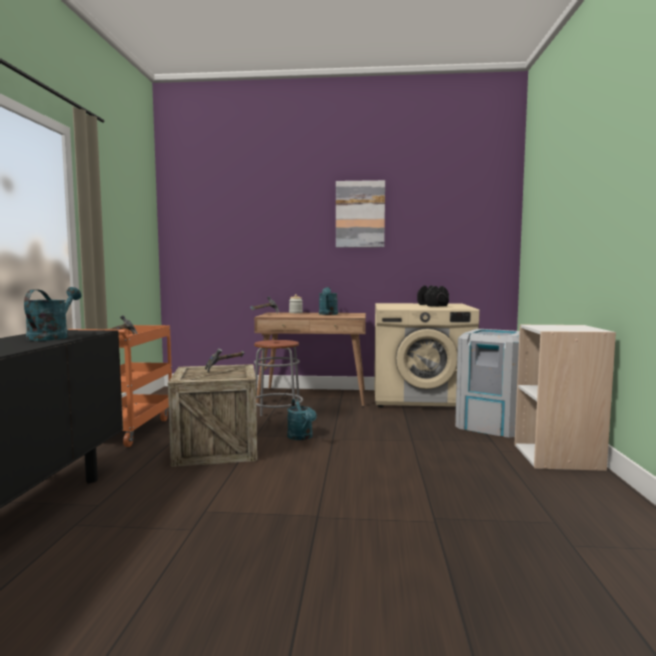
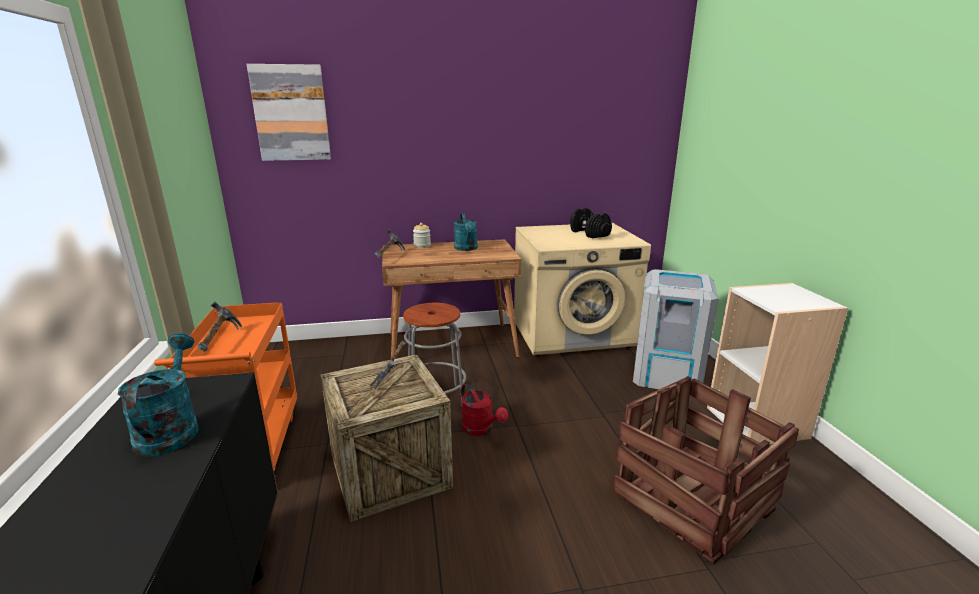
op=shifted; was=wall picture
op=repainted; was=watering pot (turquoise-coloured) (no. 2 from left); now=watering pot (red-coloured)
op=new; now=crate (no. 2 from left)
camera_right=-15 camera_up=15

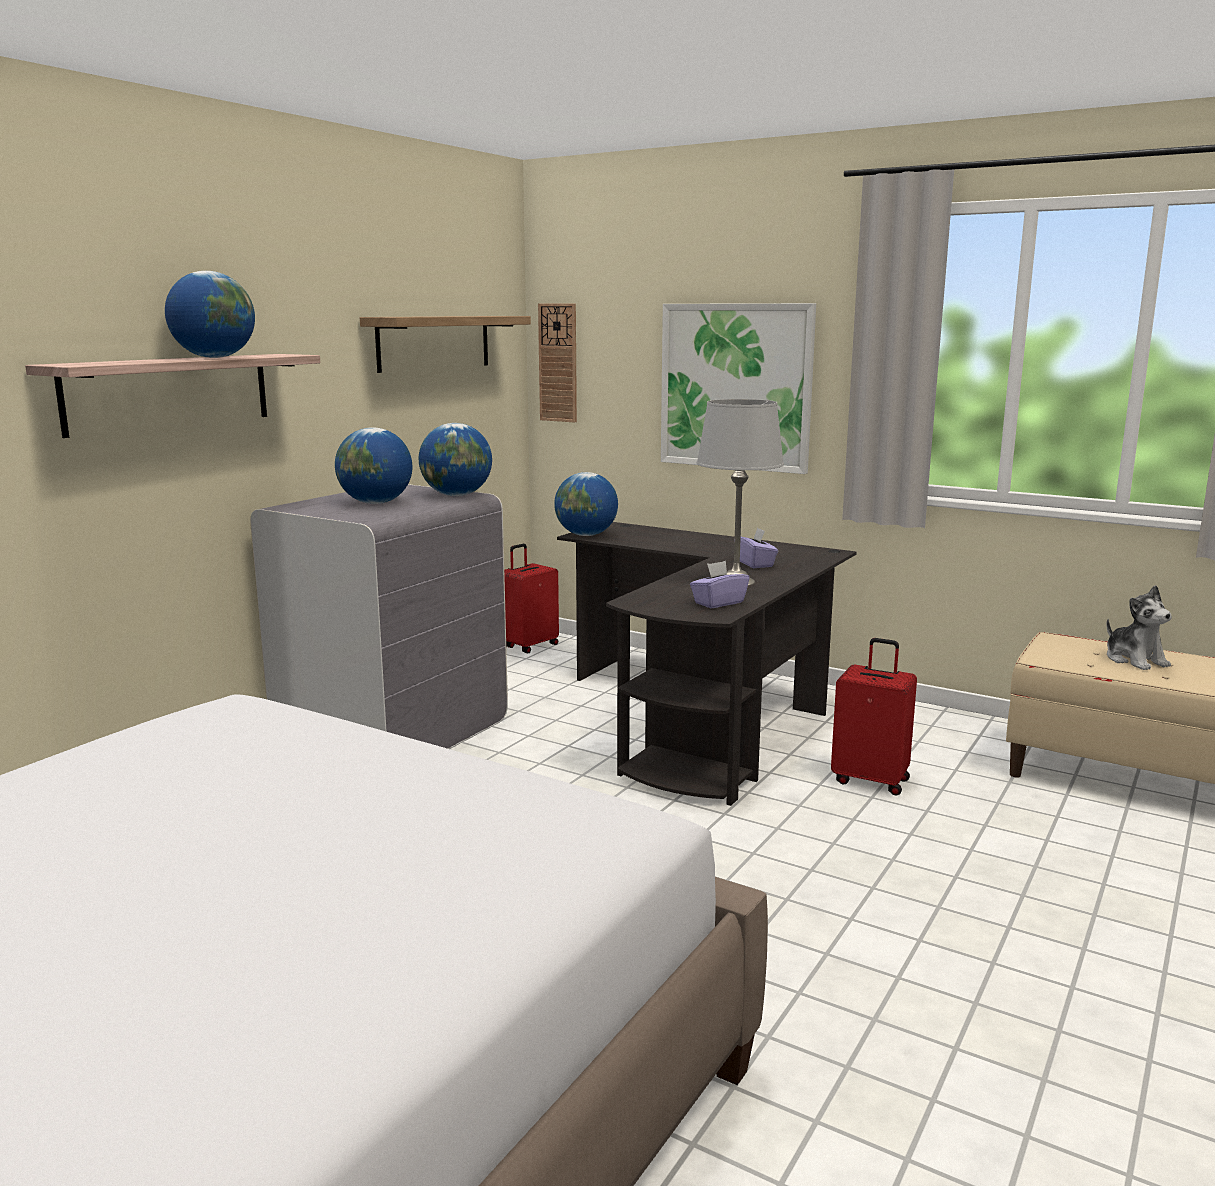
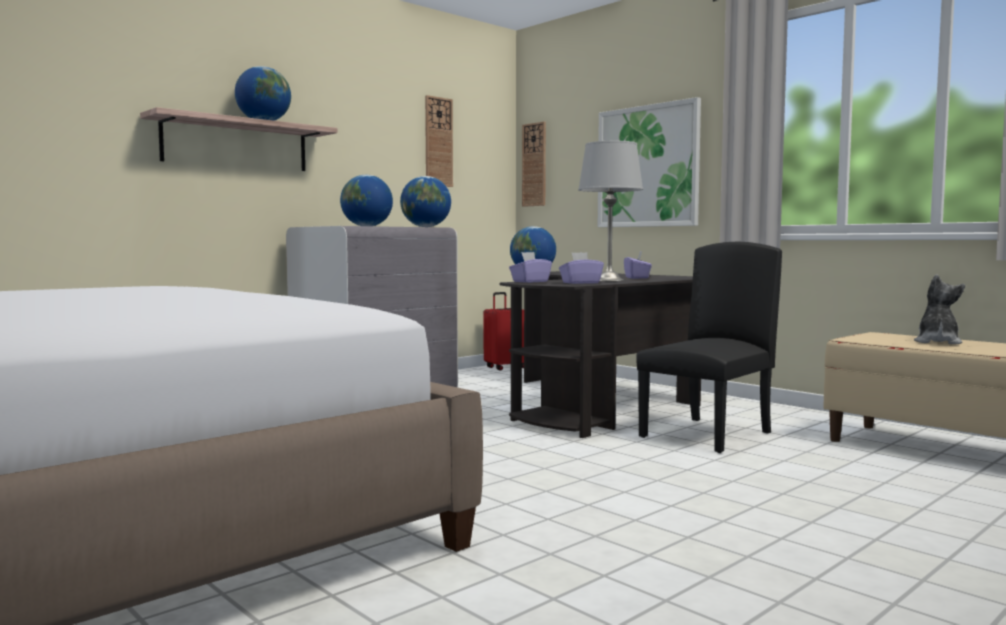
op=swapped; was=wall shelf (no. 2 from left); now=clock on the wall (no. 1 from left)
op=new; now=box of tissues (purplish) (no. 1 from left)
op=swapped; was=piece of luggage (red-coloured) (no. 2 from left); now=plain chair (black-coloured)
op=rotated; was=cuddly toy; clockwise=-150
camera_right=15 camera_up=-10

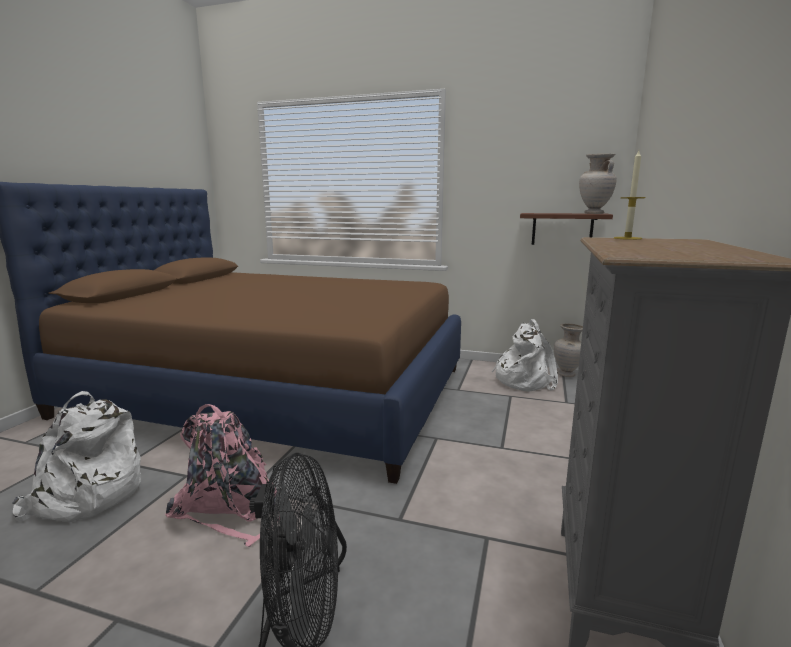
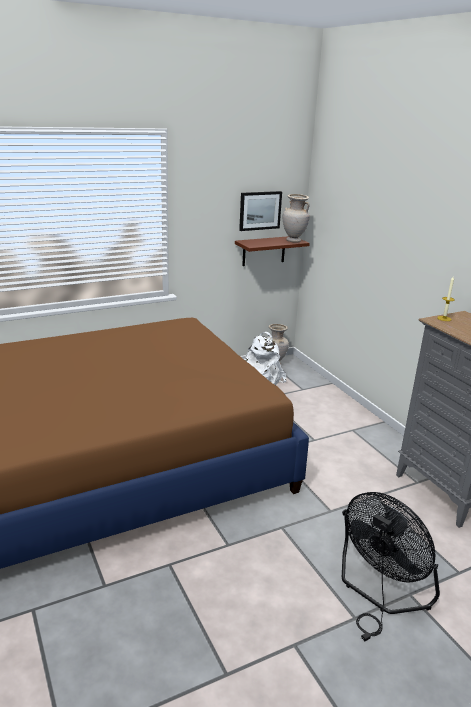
op=new; now=wall picture
op=gone; was=knapsack (whitish) (no. 1 from left)
op=gone; was=knapsack (pink-coloured)
camera_right=-45 camera_up=10

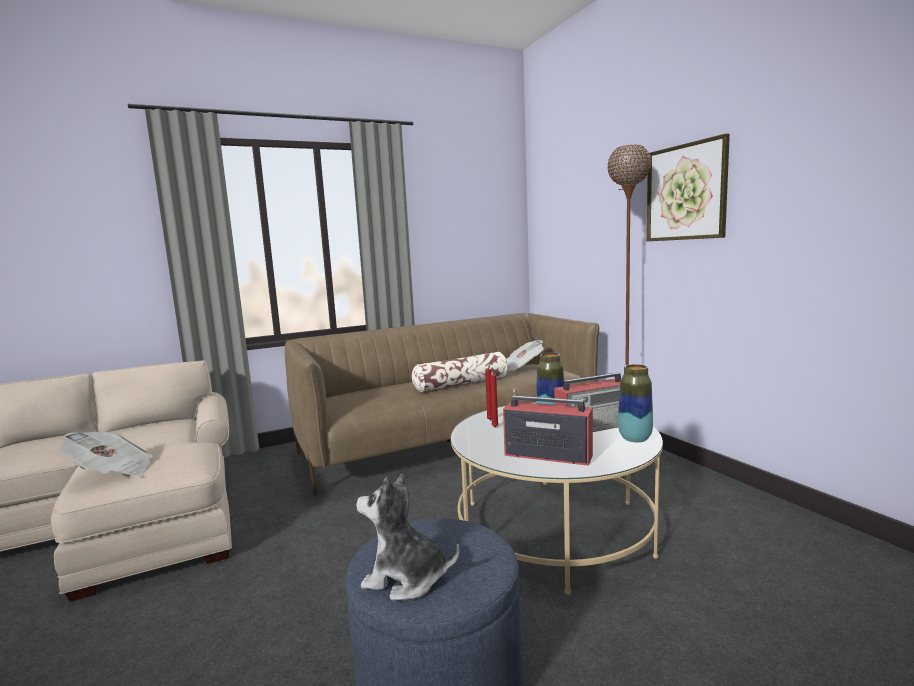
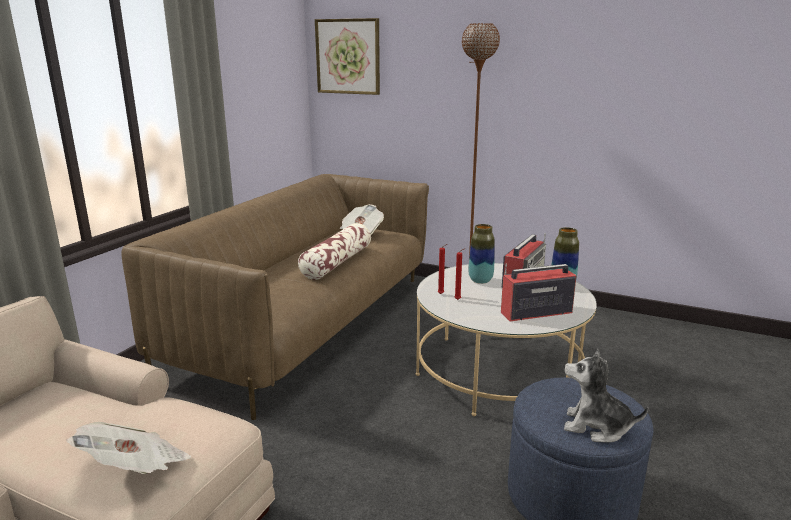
op=shifted; was=wall picture
op=rotated; was=cuddly toy; clockwise=45
camera_right=-40 camera_up=10

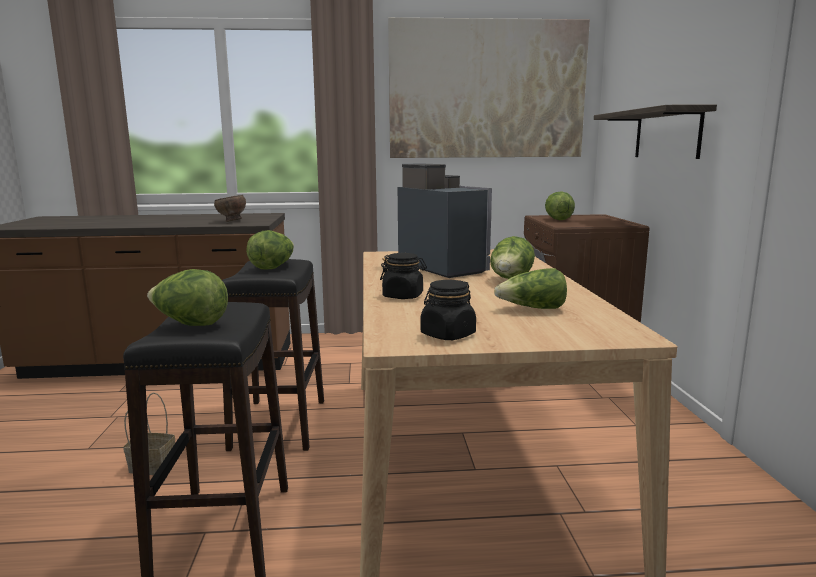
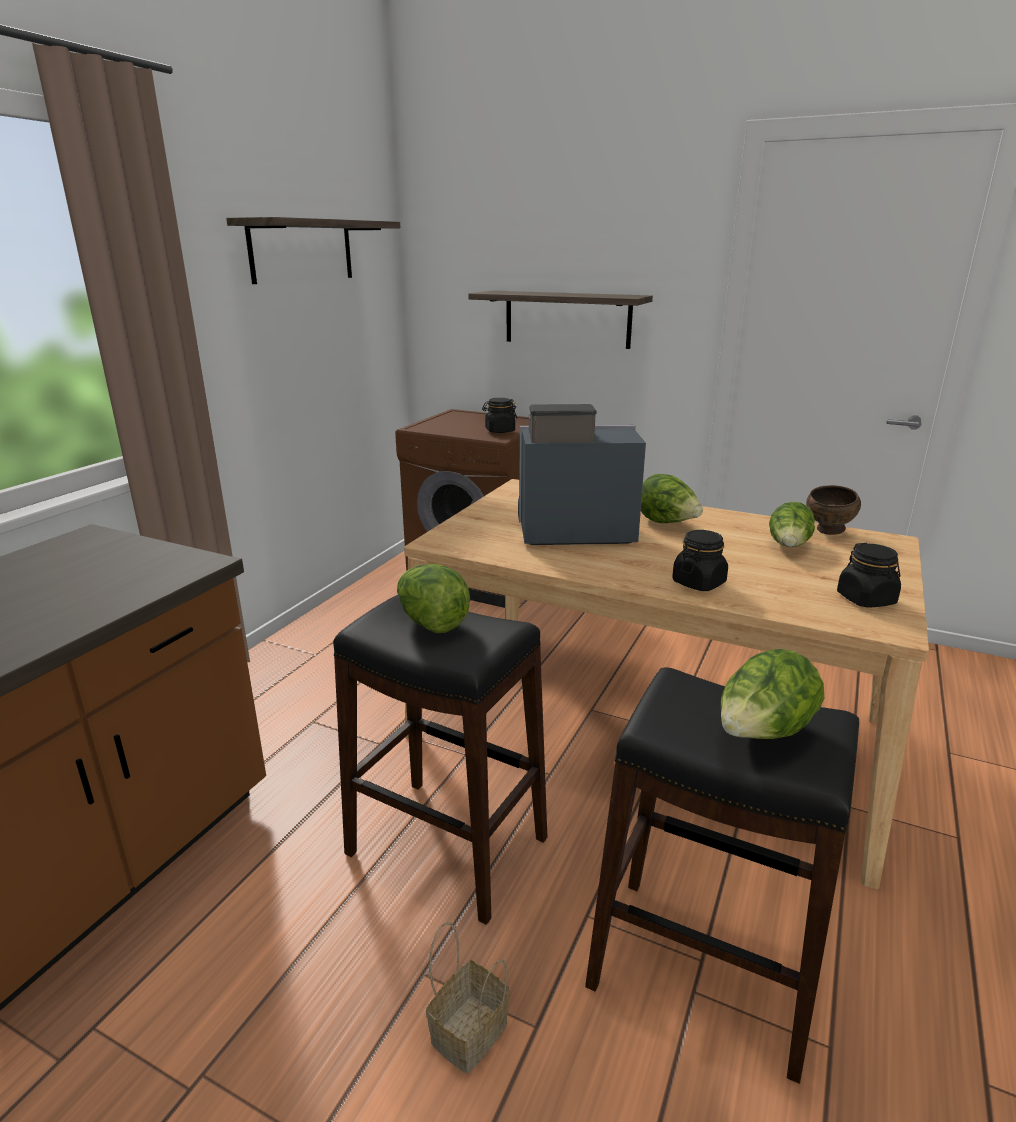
op=swapped; was=wall picture; now=wall shelf (no. 1 from left)
op=new; now=preserve jar (black-coloured) (no. 1 from left)
op=shifted; was=bowl (brownish)
op=gone; was=lettuce (no. 5 from left)
camera_right=-60 camera_up=10

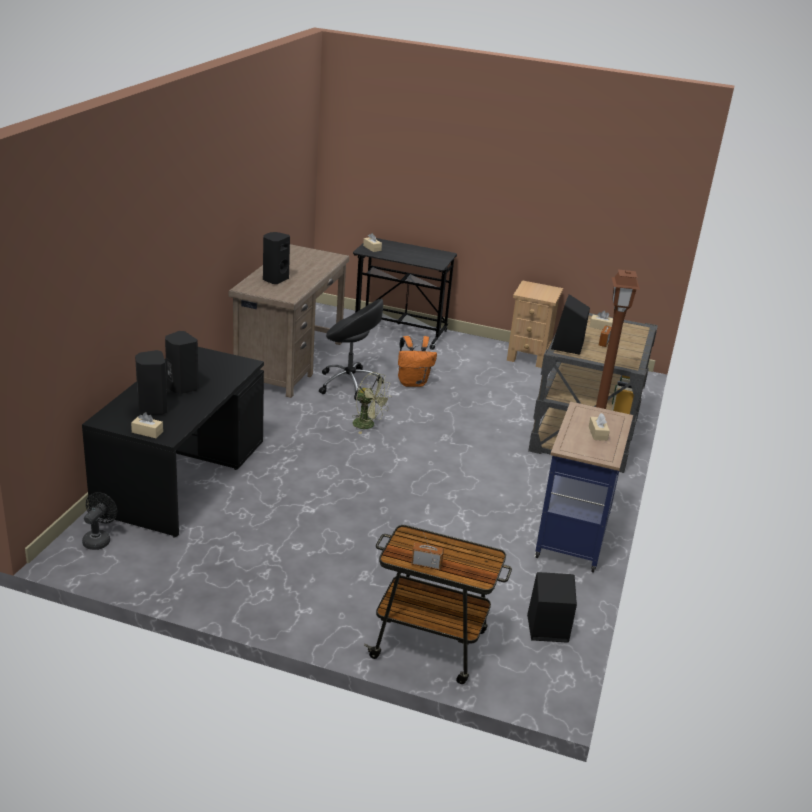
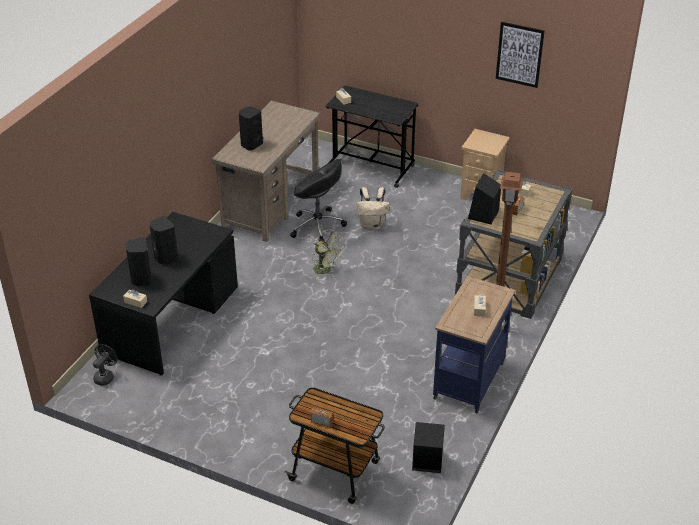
op=repainted; was=knapsack (orange-coloured); now=knapsack (beige)
op=new; now=wall picture
camera_right=10 camera_up=10

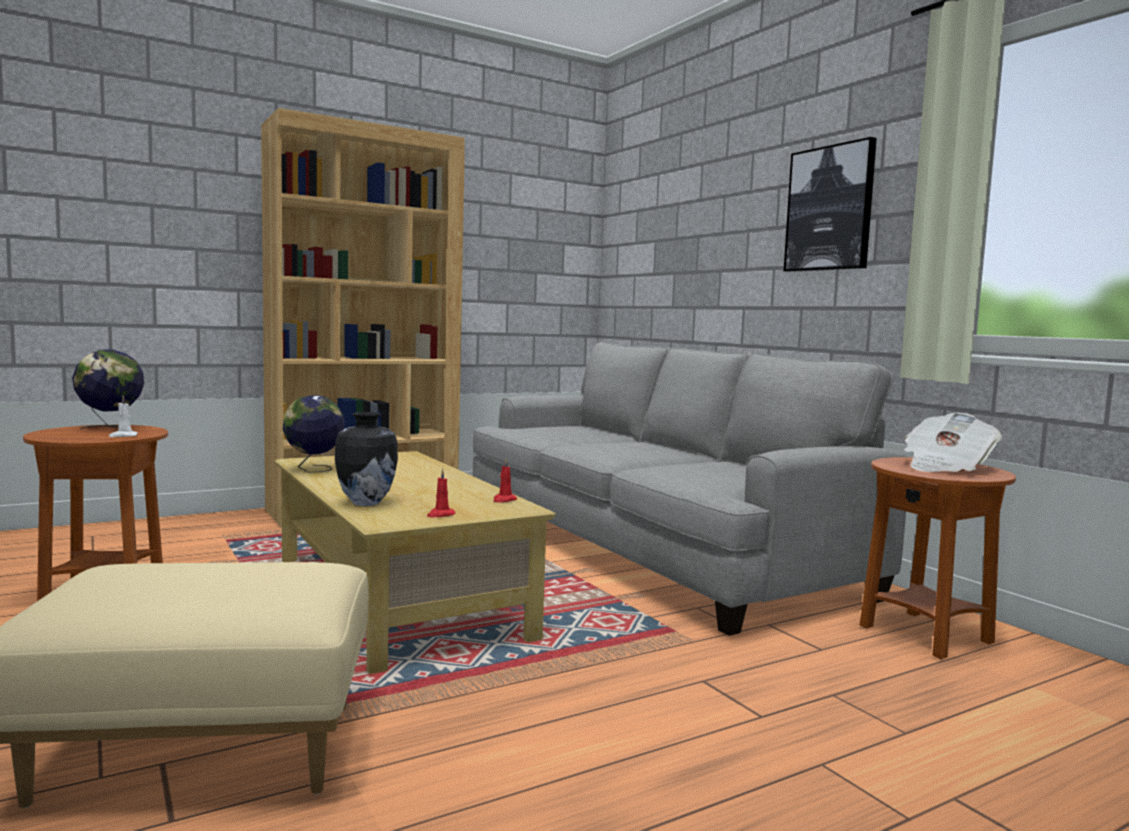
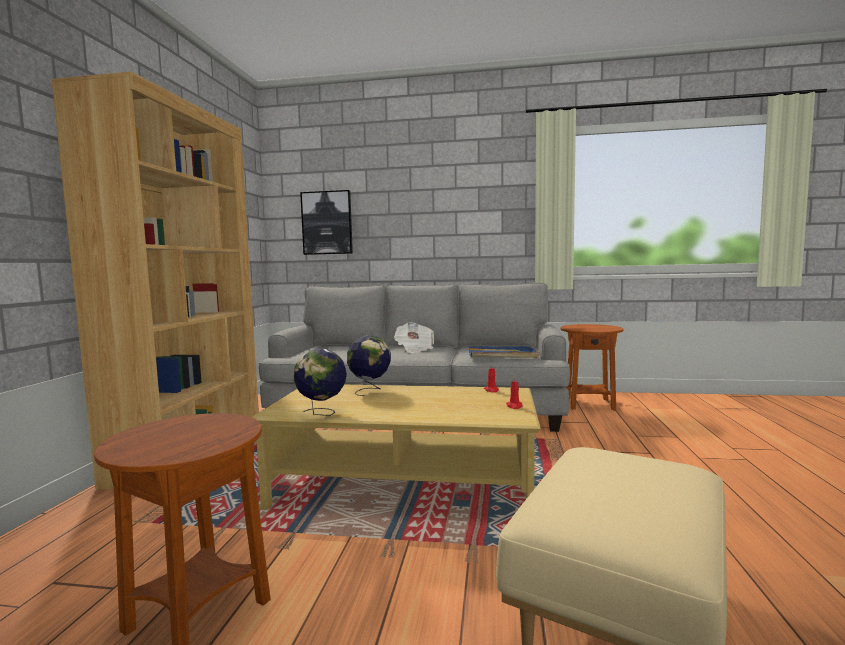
op=shifted; was=wall picture
op=shifted; was=world globe (no. 1 from left in the first image); now=world globe (no. 2 from left)
op=shifted; was=printed paper
op=new; now=carrying tray (bluish)
op=gone; was=wax light (whitish)
op=gone; was=decorative vase
camera_right=-50 camera_up=0

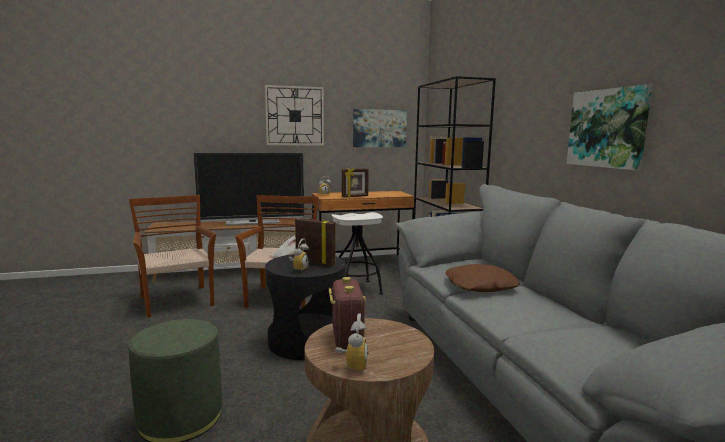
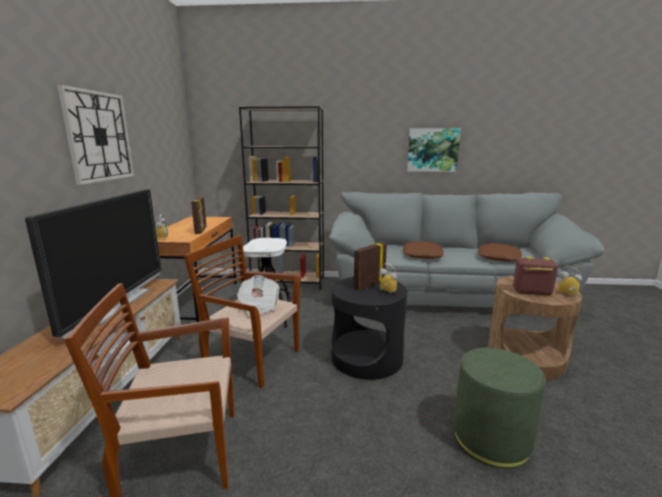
op=new; now=pillow (brownish) (no. 2 from left)
op=gone; was=wall picture (no. 1 from left)
camera_right=-70 camera_up=5

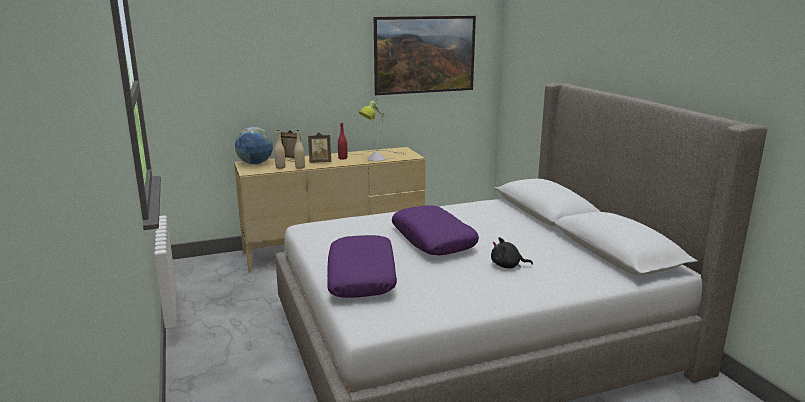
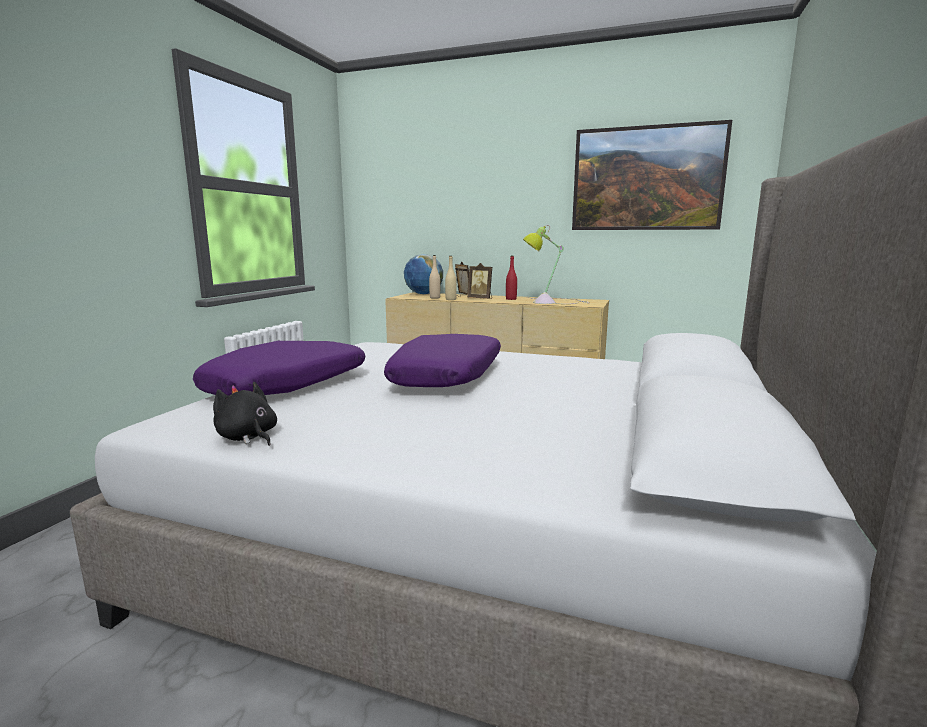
op=shifted; was=cuddly toy (black-coloured)
camera_right=40 camera_up=-5

